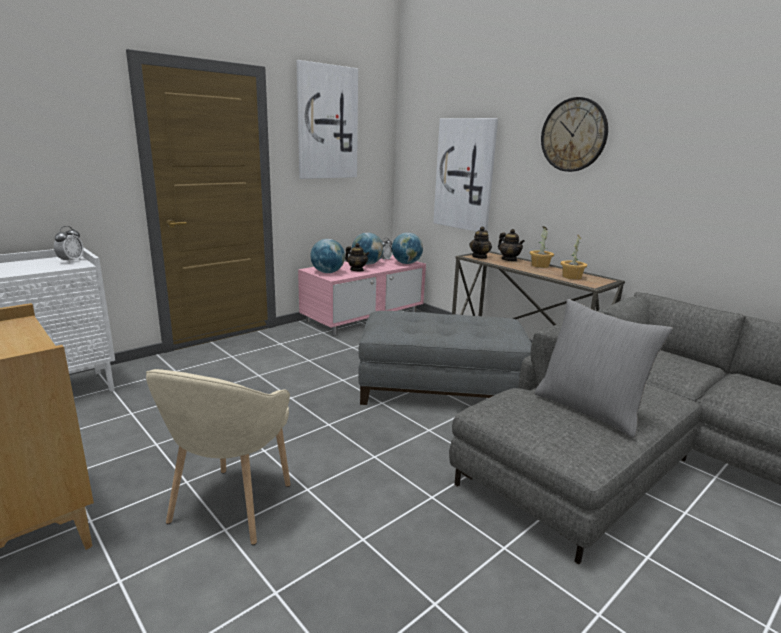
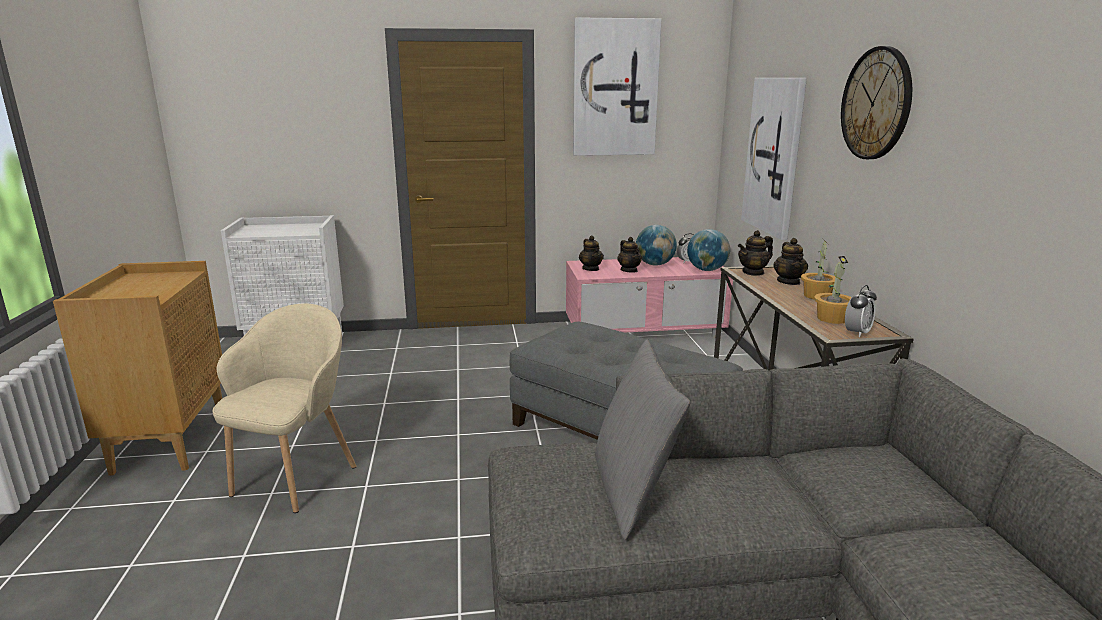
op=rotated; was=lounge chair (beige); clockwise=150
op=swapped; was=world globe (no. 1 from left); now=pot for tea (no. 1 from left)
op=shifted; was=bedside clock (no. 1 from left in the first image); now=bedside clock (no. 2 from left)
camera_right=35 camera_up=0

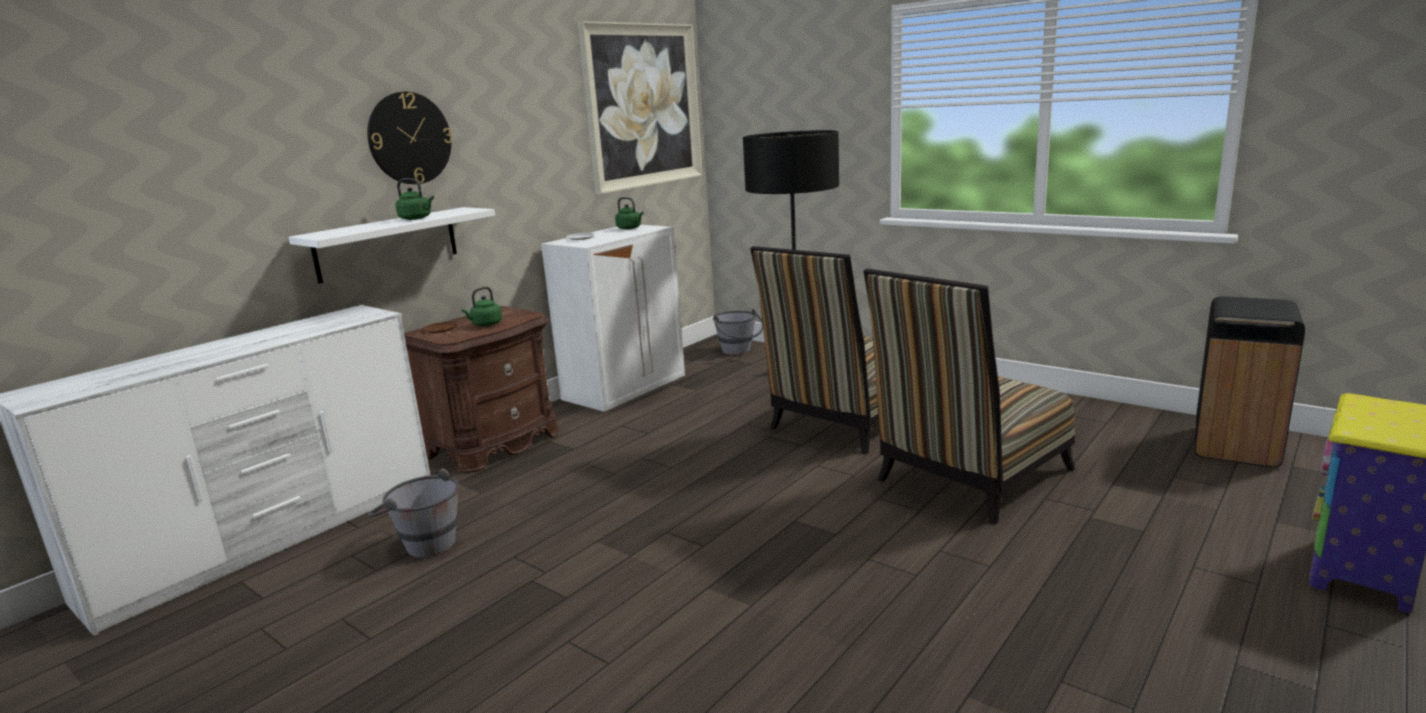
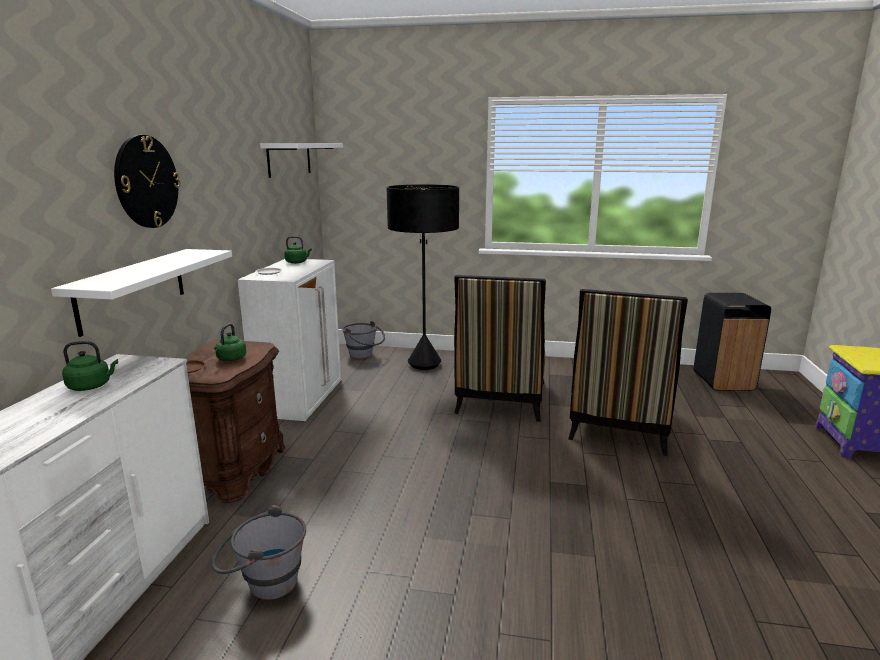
op=shifted; was=water kettle (green) (no. 1 from left)
op=swapped; was=wall picture; now=wall shelf (whitish) (no. 2 from left)
camera_right=-30 camera_up=0

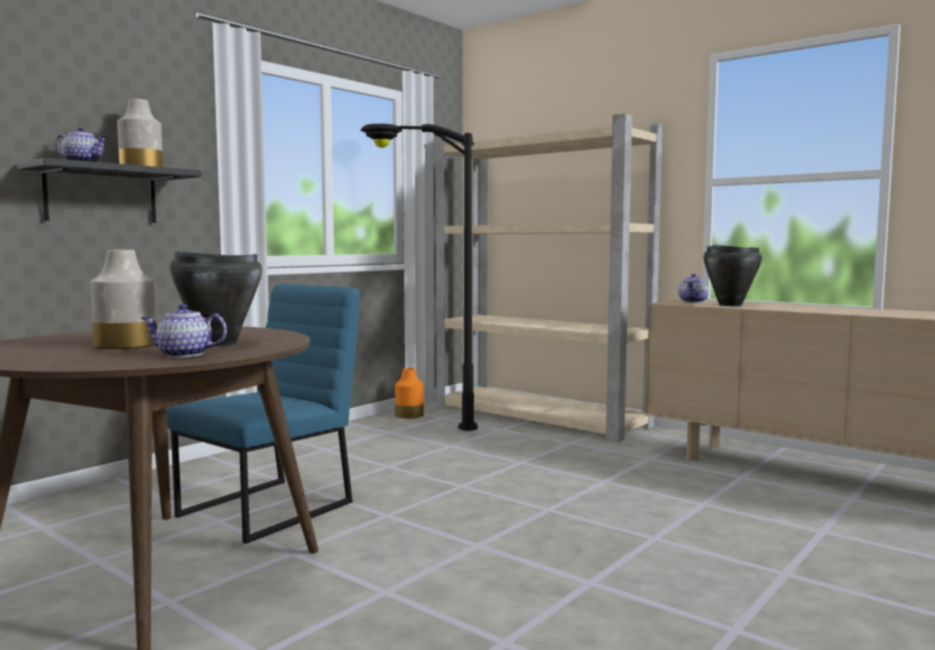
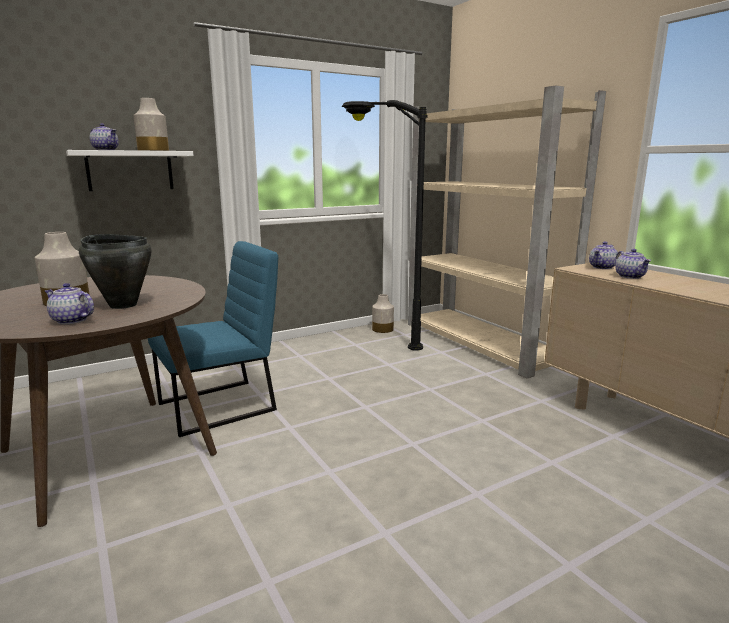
op=repainted; was=wall shelf (black-coloured); now=wall shelf (whitish)
op=repainted; was=decorative vase (orange-coloured); now=decorative vase (beige) (no. 3 from left)
op=swapped; was=saucepot (black-coloured) (no. 2 from left); now=pot for tea (no. 4 from left)
camera_right=20 camera_up=10

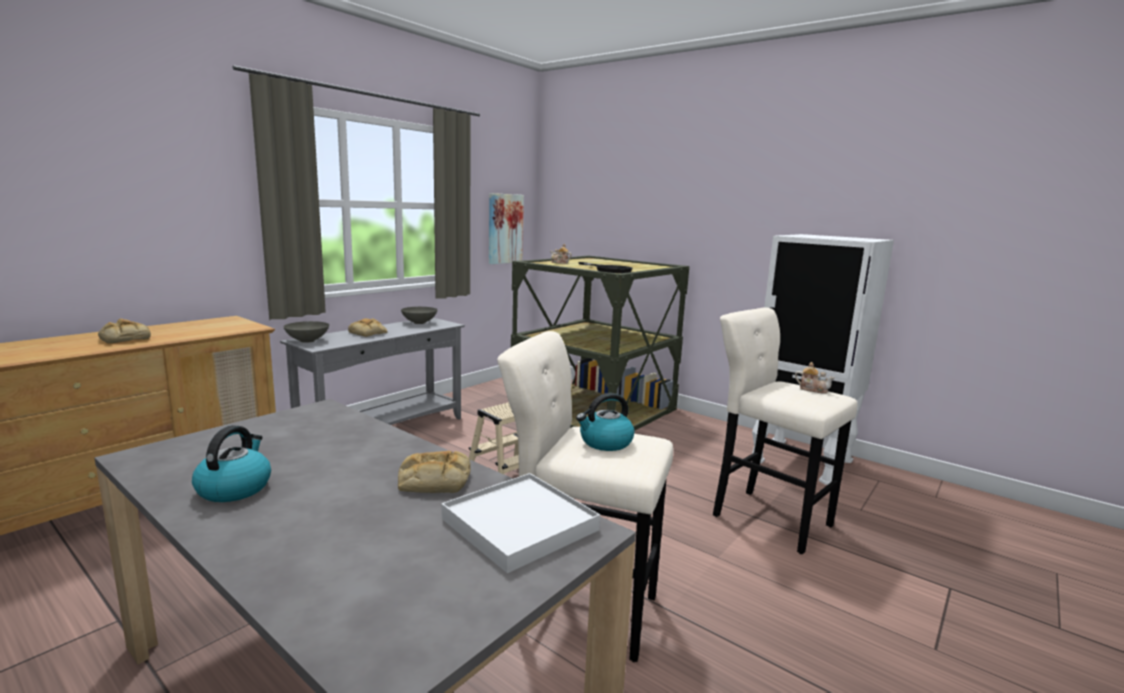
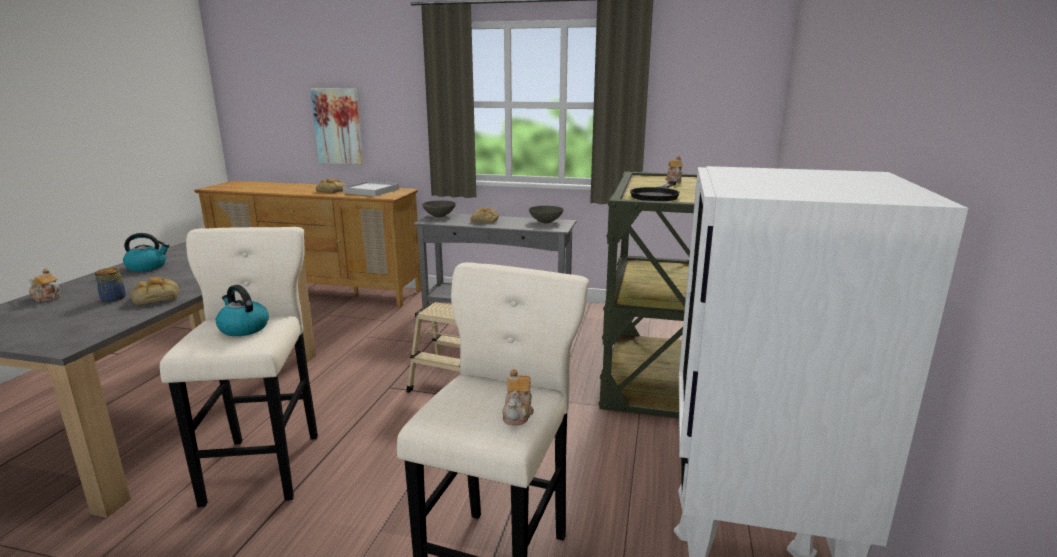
op=new; now=pot for tea (no. 1 from left)
op=new; now=preserve jar
op=shifted; was=wall picture
op=shifted; was=carrying tray (whitish)
camera_right=65 camera_up=5

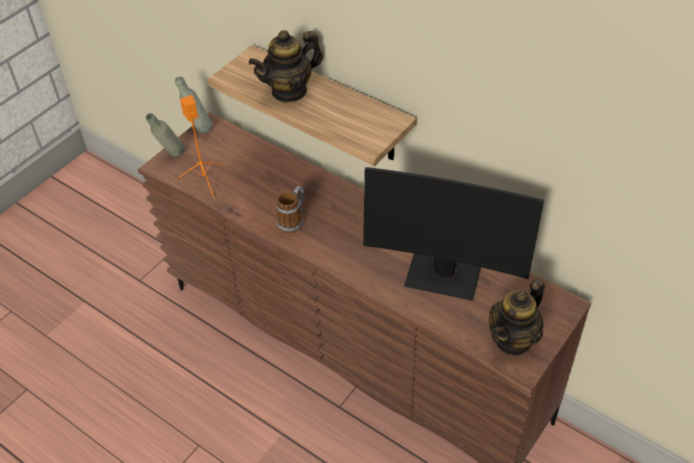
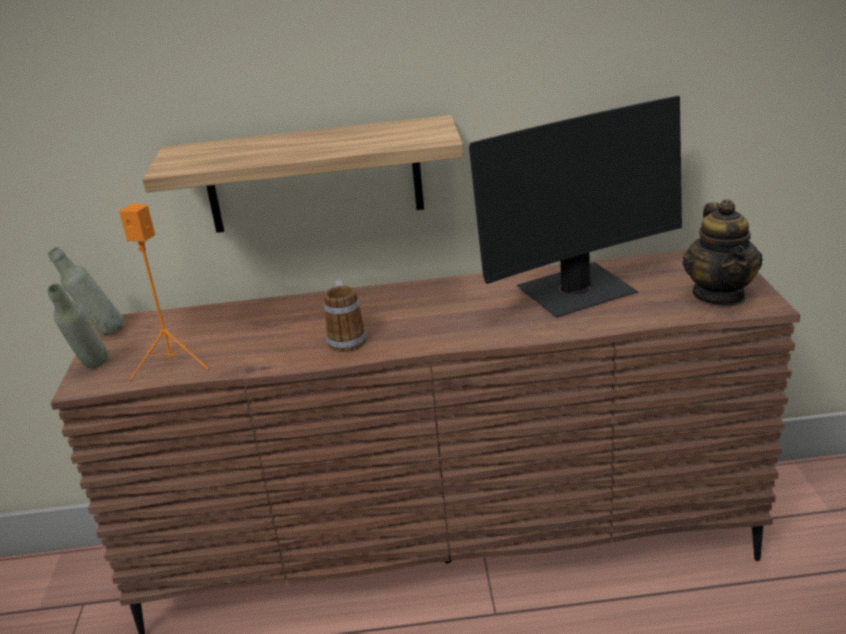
op=gone; was=pot for tea (no. 1 from left)
camera_right=-40 camera_up=-20

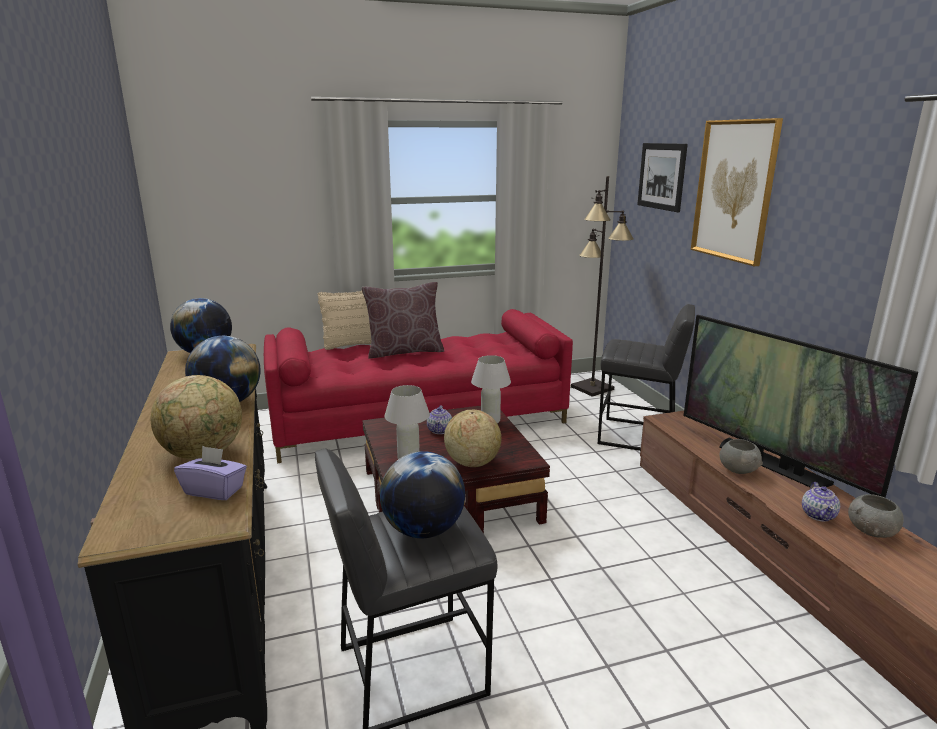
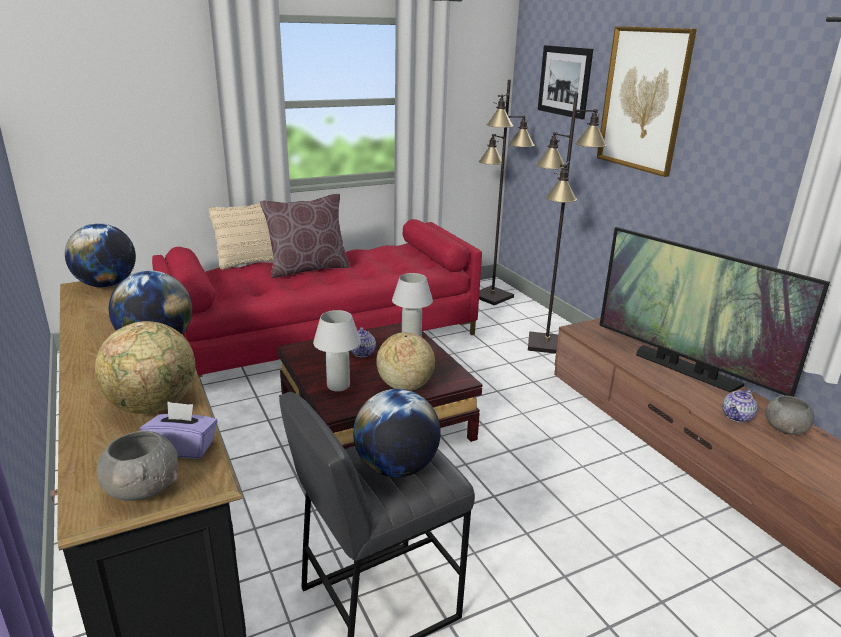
op=shifted; was=bowl (grey) (no. 1 from left)
op=swapped; was=stool (grey) (no. 2 from left); now=floor lamp (black-coloured) (no. 2 from left)
op=rotated; was=pot for tea (no. 2 from left); clockwise=45
camera_right=-10 camera_up=5

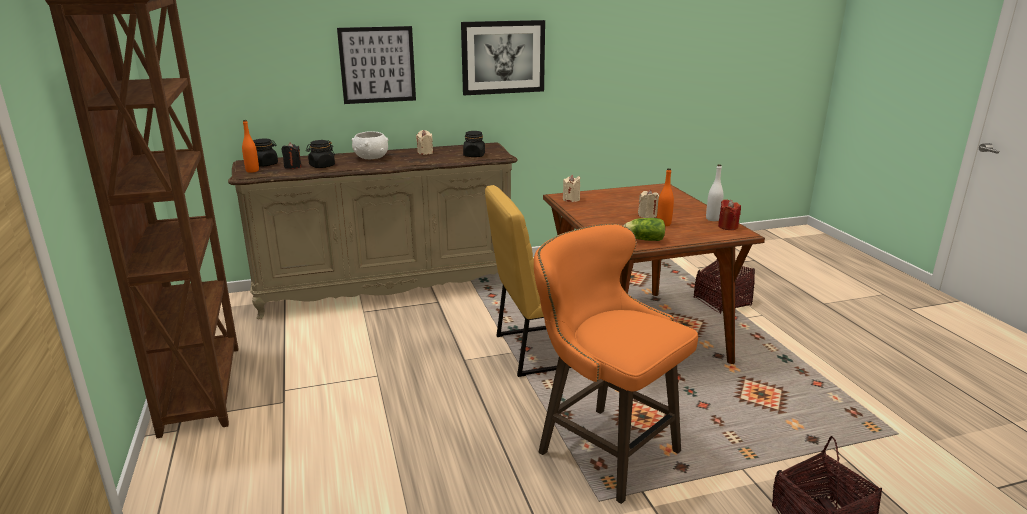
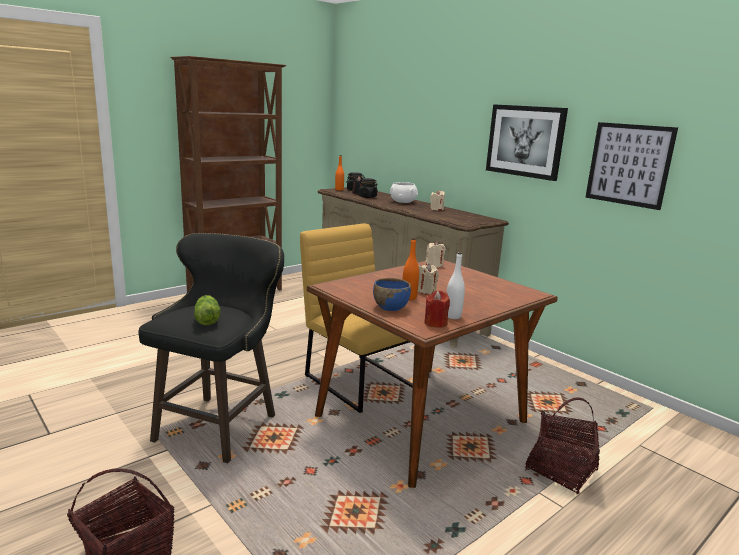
op=repainted; was=stool (orange-coloured); now=stool (black-coloured)
op=shifted; was=lettuce
op=new; now=bowl (bluish)
op=shifted; was=wall picture (no. 1 from left in the first image); now=wall picture (no. 2 from left)
op=gone; was=preserve jar (black-coloured) (no. 3 from left)
camera_right=65 camera_up=-5

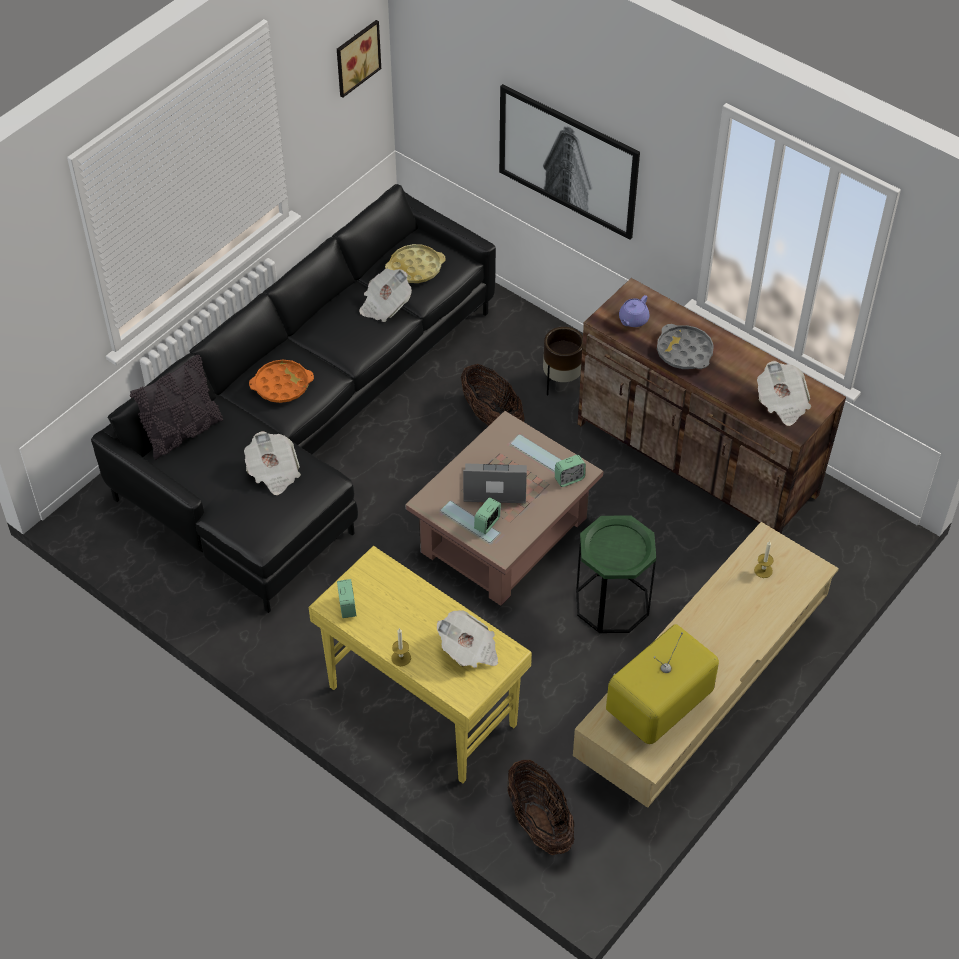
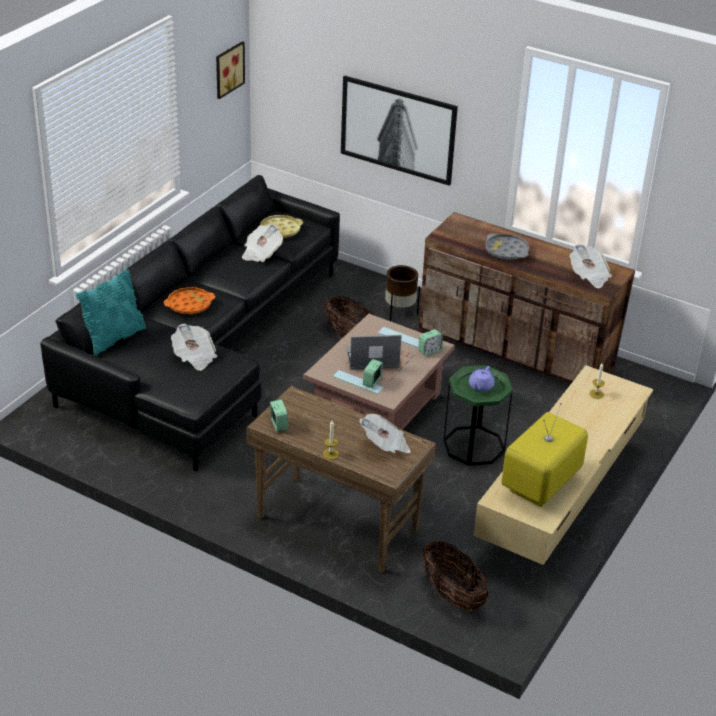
op=repainted; was=pillow (black-coloured); now=pillow (turquoise-coloured)
op=repainted; was=narrow table (yellow-coloured); now=narrow table (brownish)
op=shifted; was=pot for tea (purplish)
camera_right=-10 camera_up=-15

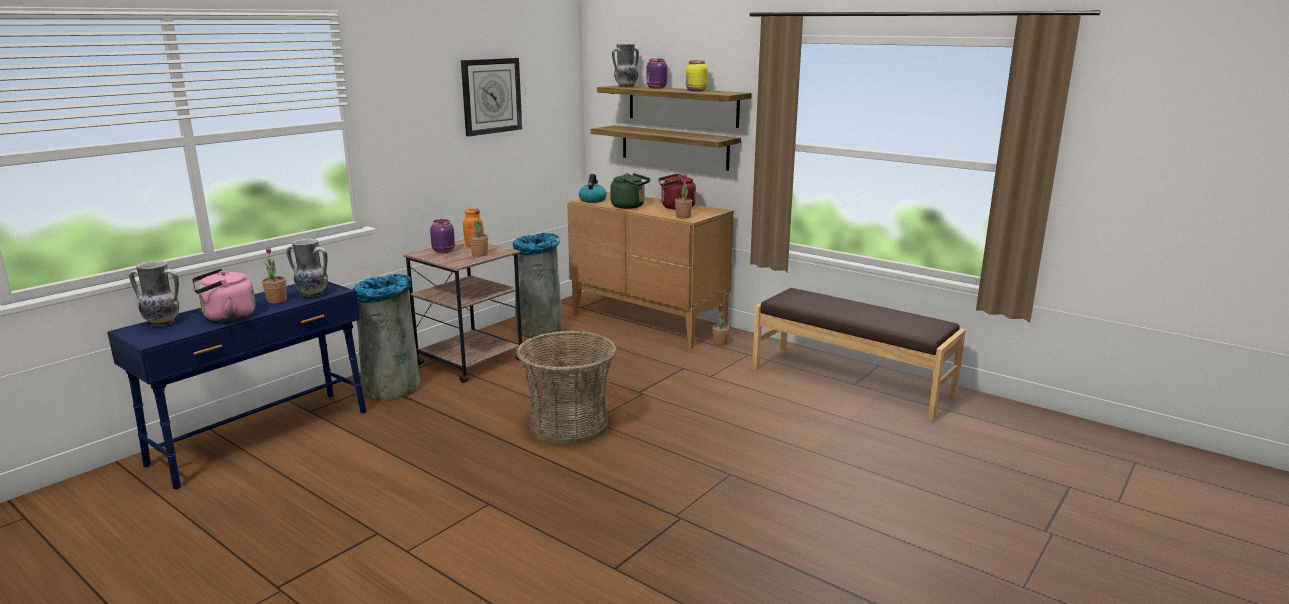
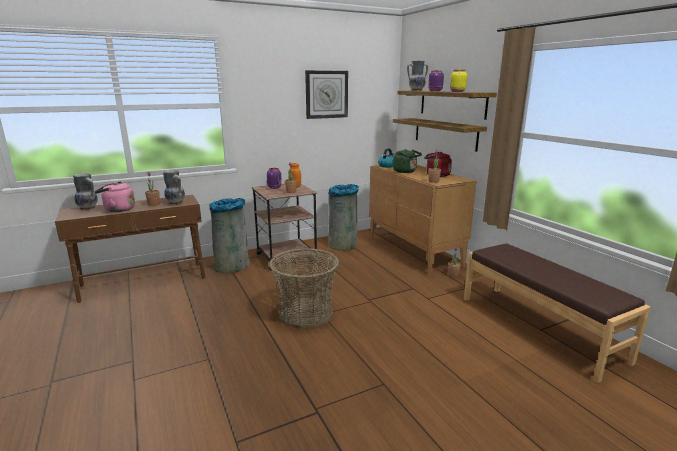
op=repainted; was=narrow table (bluish); now=narrow table (brownish)
camera_right=25 camera_up=0

